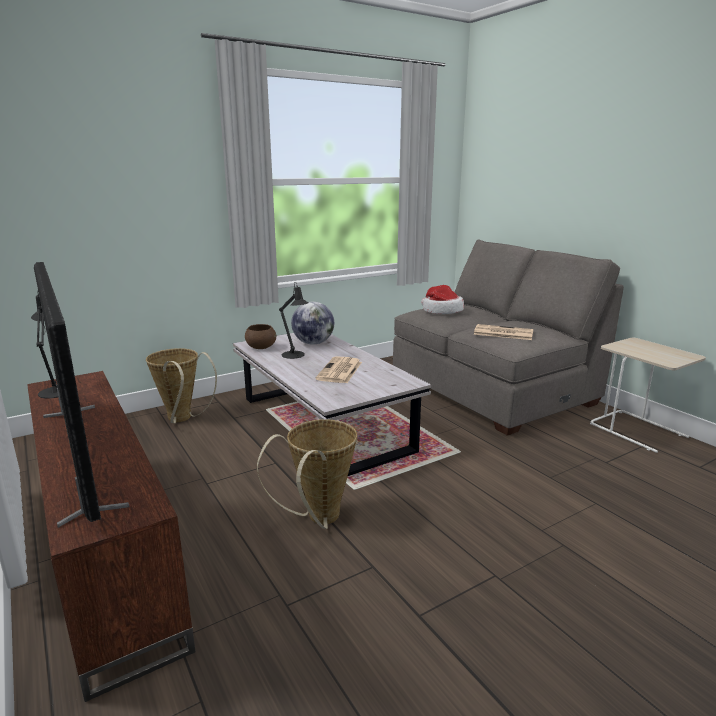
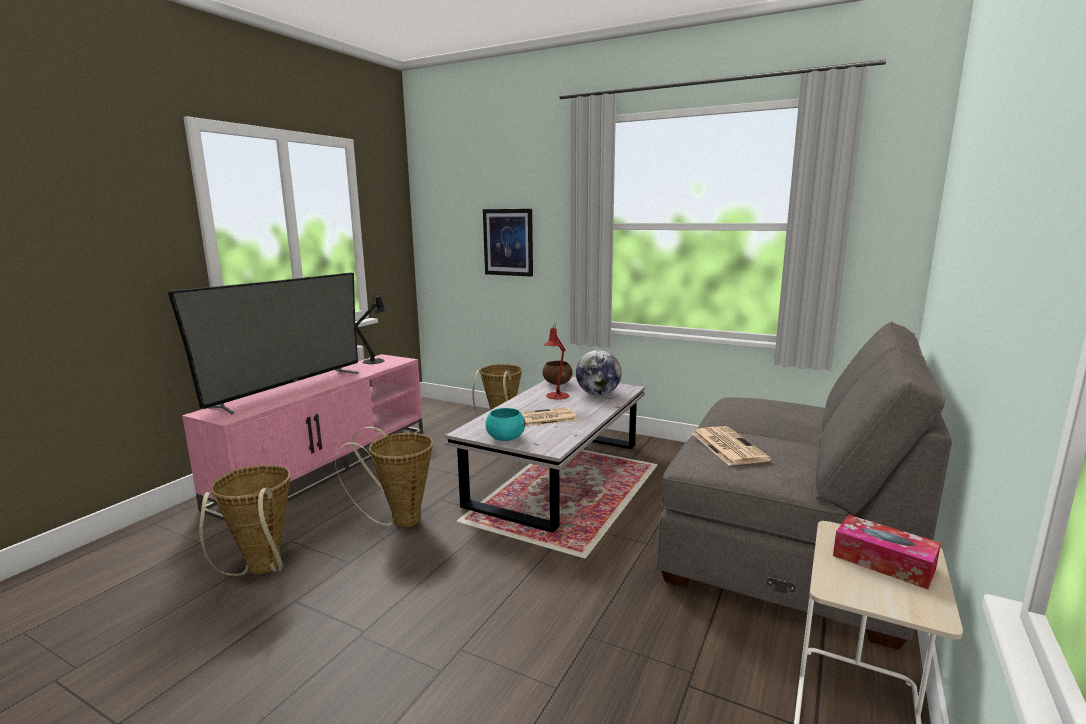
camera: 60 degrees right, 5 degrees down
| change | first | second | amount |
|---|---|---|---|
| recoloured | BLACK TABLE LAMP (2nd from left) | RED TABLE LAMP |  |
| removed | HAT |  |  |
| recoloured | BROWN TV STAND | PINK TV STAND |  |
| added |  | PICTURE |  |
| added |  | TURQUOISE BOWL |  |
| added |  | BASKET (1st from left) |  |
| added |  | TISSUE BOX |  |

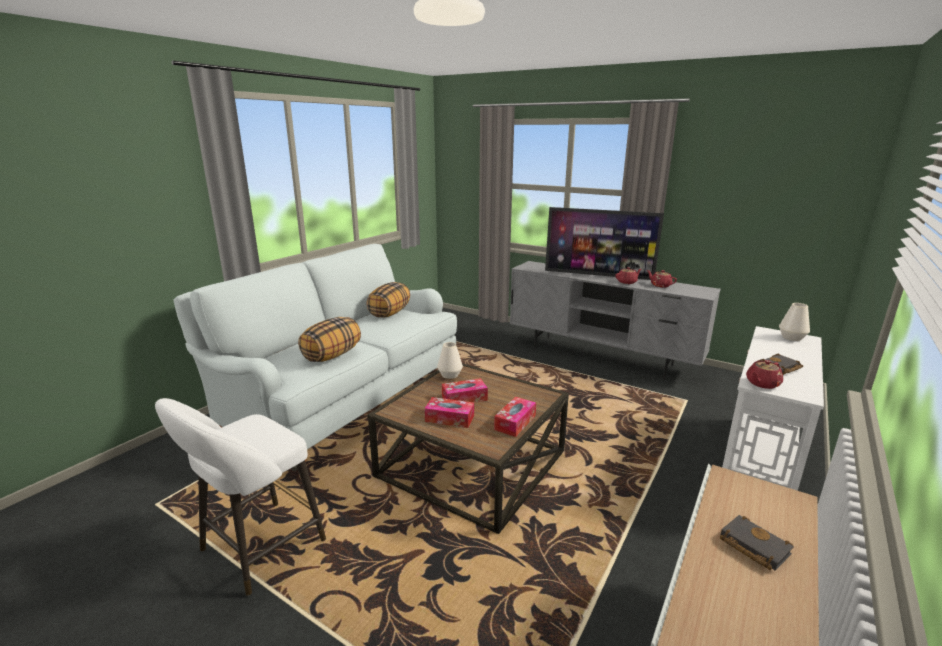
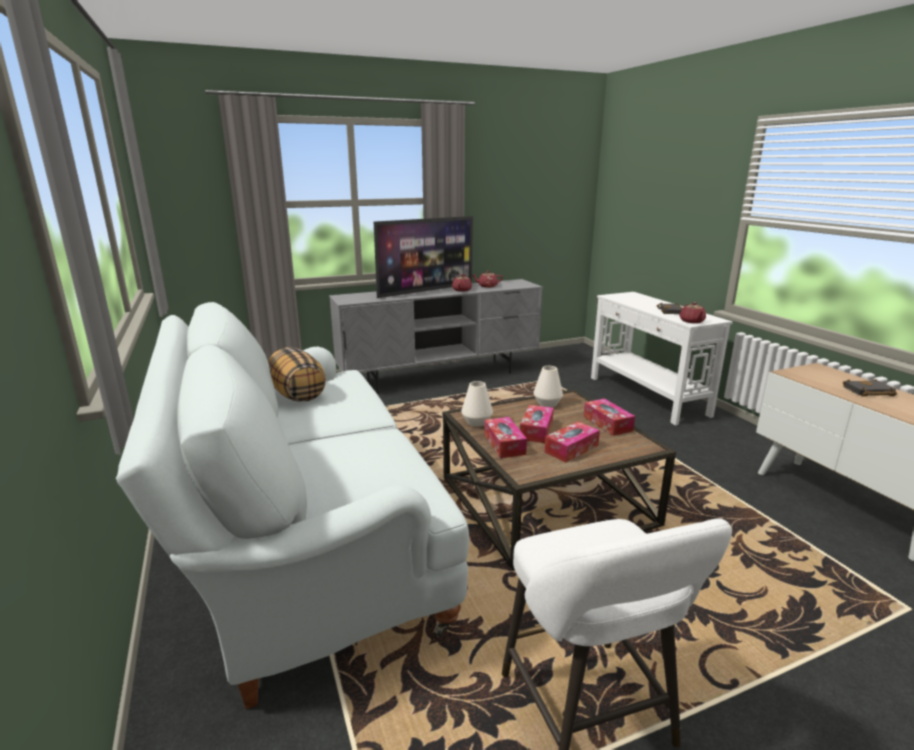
camera: 55 degrees left, 0 degrees up
| change | first | second | amount |
|---|---|---|---|
| moved | WHITE VASE (2nd from left) |  |  |
| removed | PILLOW (1st from left) |  |  |
| added |  | TISSUE BOX (1st from left) |  |

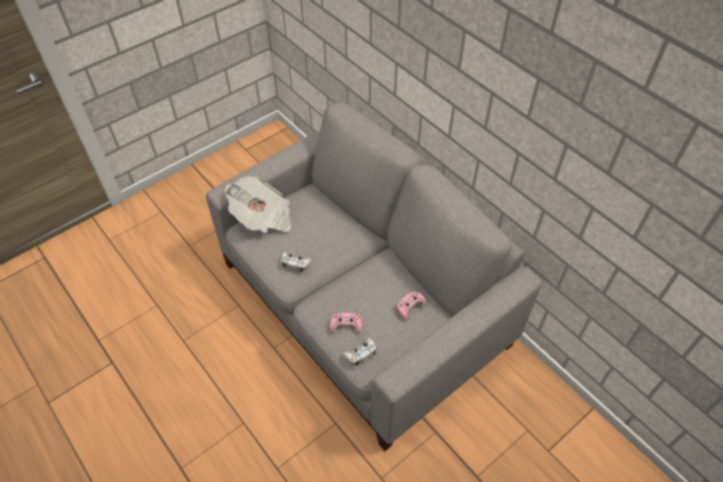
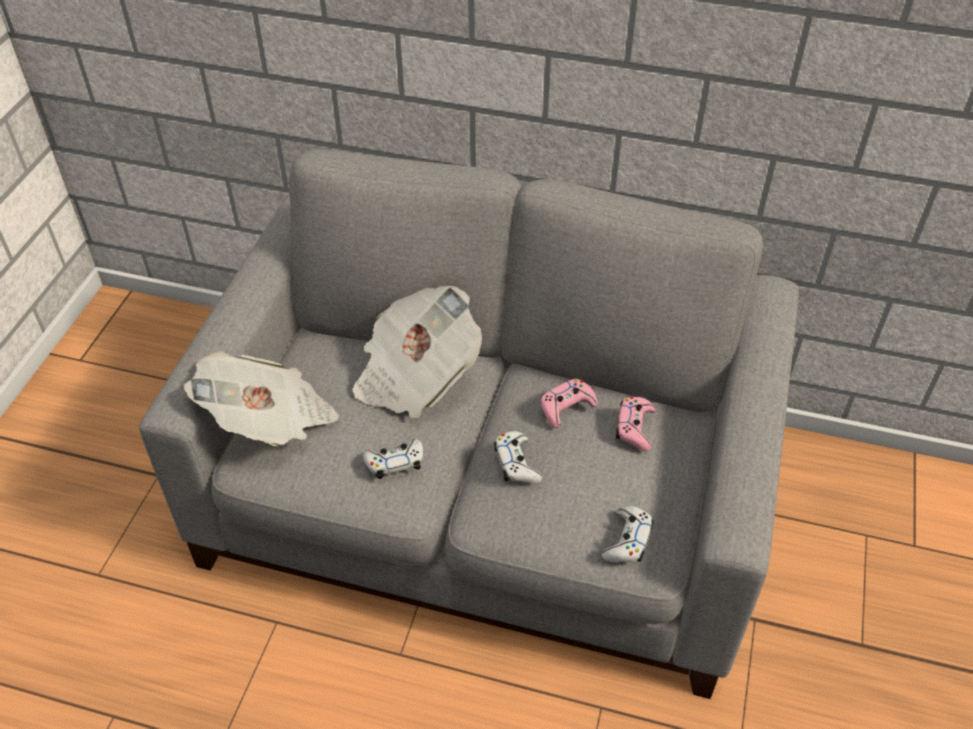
camera: 35 degrees left, 5 degrees down
| change | first | second | amount |
|---|---|---|---|
| moved | PINK GAME CONTROLLER (1st from left) |  |  |
| added |  | NEWSPAPER (2nd from left) |  |
| added |  | WHITE GAME CONTROLLER (2nd from left) |  |

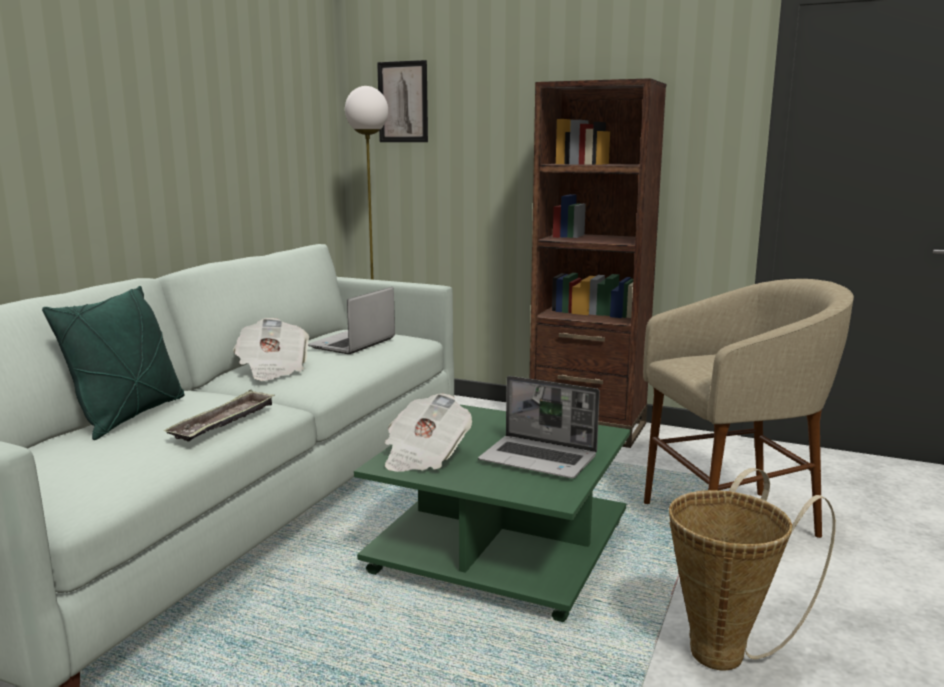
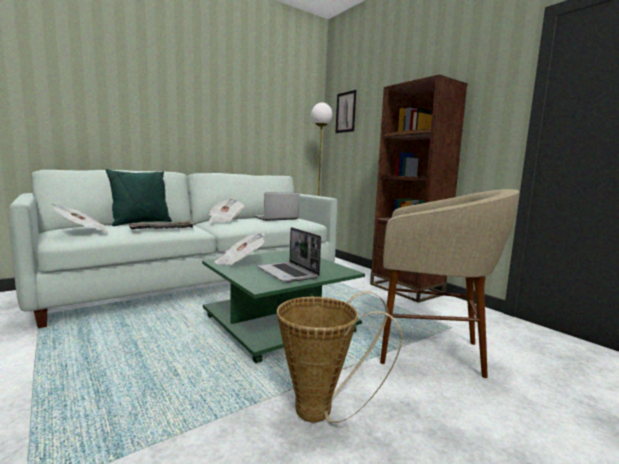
camera: 30 degrees right, 5 degrees down
| change | first | second | amount |
|---|---|---|---|
| added |  | NEWSPAPER (1st from left) |  |

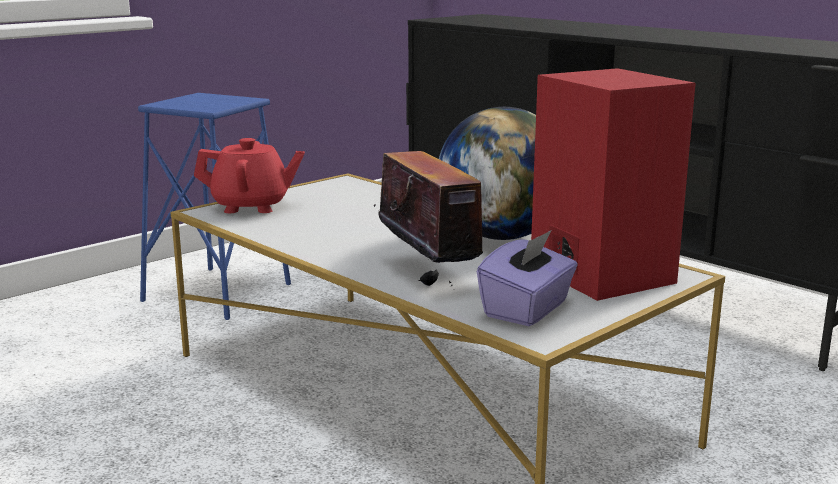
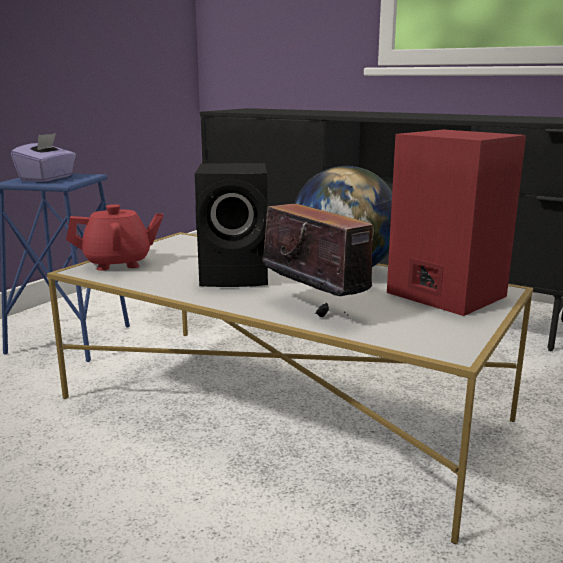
camera: 15 degrees left, 0 degrees up
| change | first | second | amount |
|---|---|---|---|
| moved | PURPLE TISSUE BOX |  |  |
| added |  | BLACK SPEAKER |  |

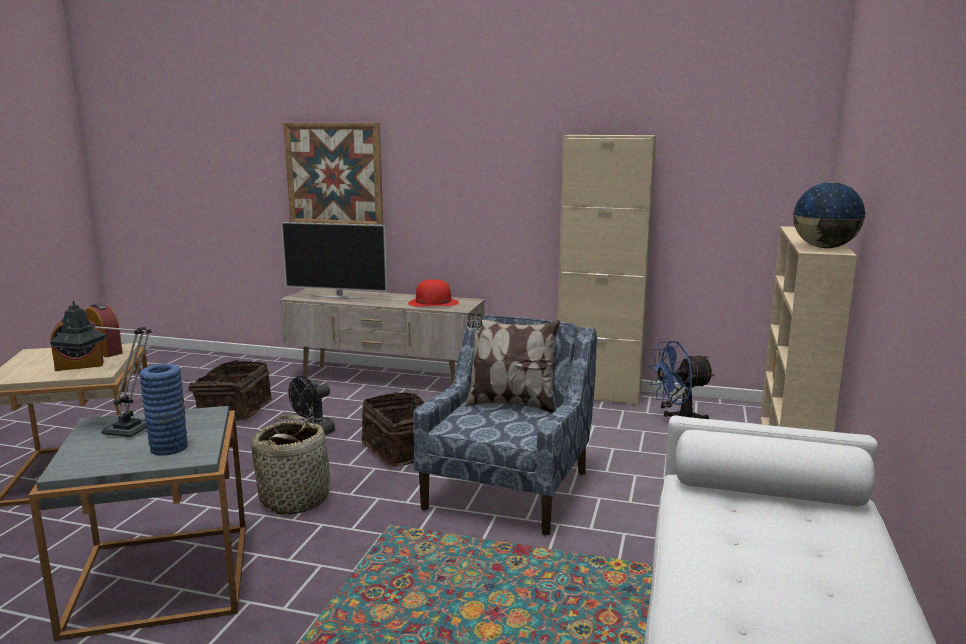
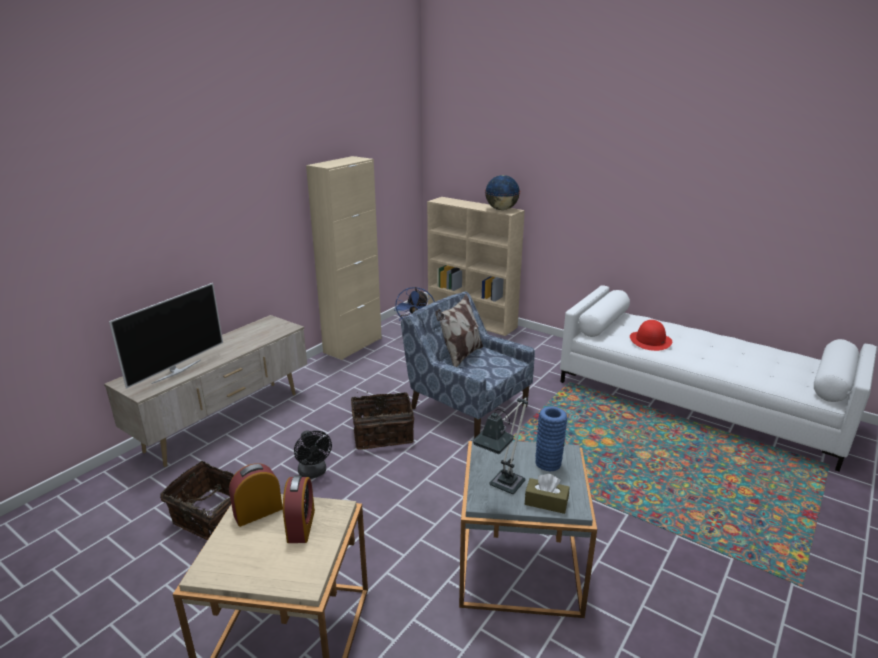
camera: 70 degrees left, 10 degrees up
| change | first | second | amount |
|---|---|---|---|
| removed | PICTURE |  |  |
| moved | RED HAT |  |  |
| removed | BASKET (2nd from left) |  |  |
| added |  | BROWN TISSUE BOX |  |

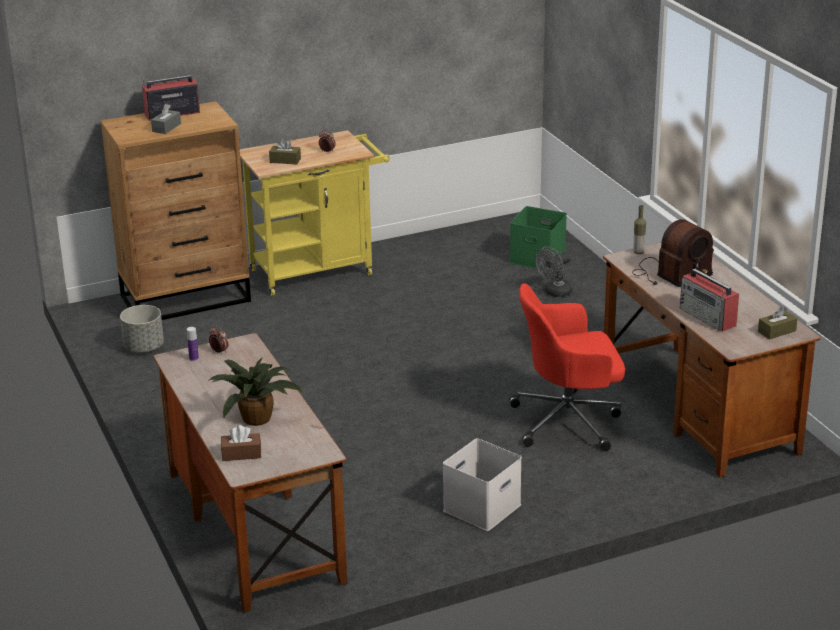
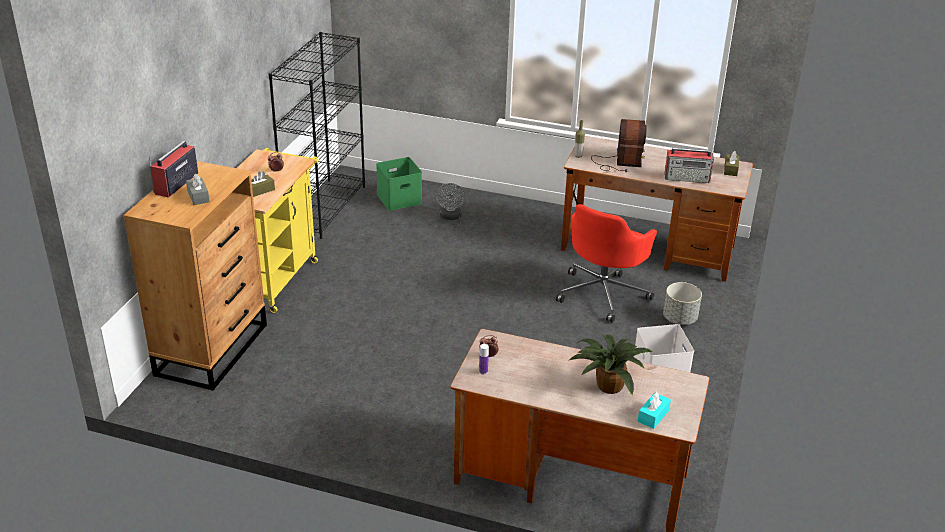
camera: 50 degrees left, 5 degrees up
| change | first | second | amount |
|---|---|---|---|
| moved | GREY PLANTER |  |  |
| recoloured | BROWN TISSUE BOX (1st from left) | TURQUOISE TISSUE BOX |  |
| added |  | BLACK BOOKCASE |  |

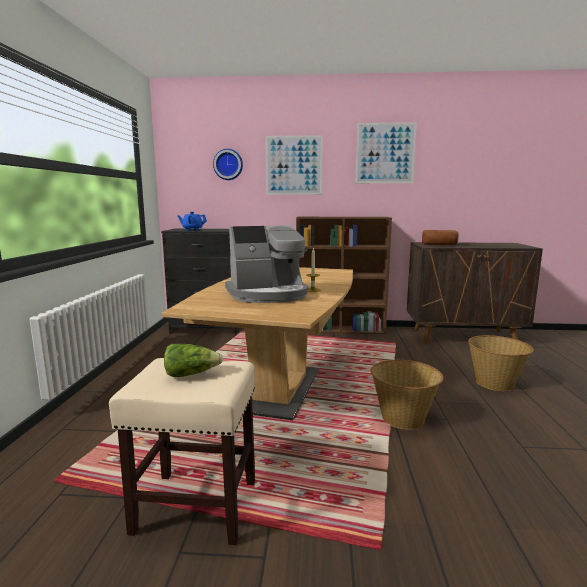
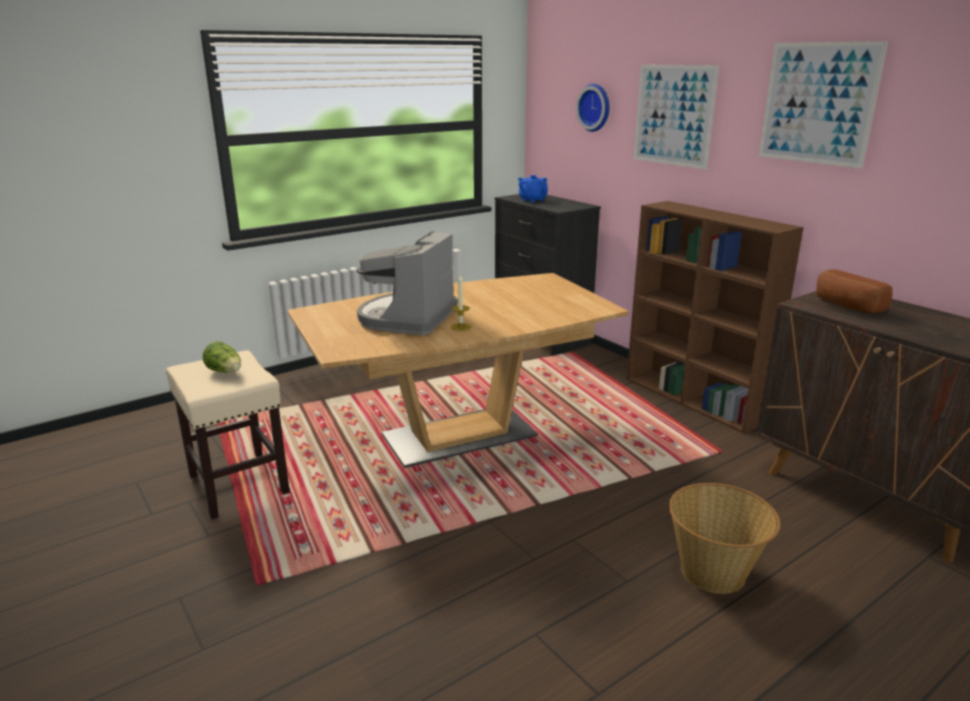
camera: 50 degrees right, 10 degrees up
| change | first | second | amount |
|---|---|---|---|
| turned | COFFEE MACHINE |  | 75 degrees clockwise |
| removed | BASKET (1st from left) |  |  |

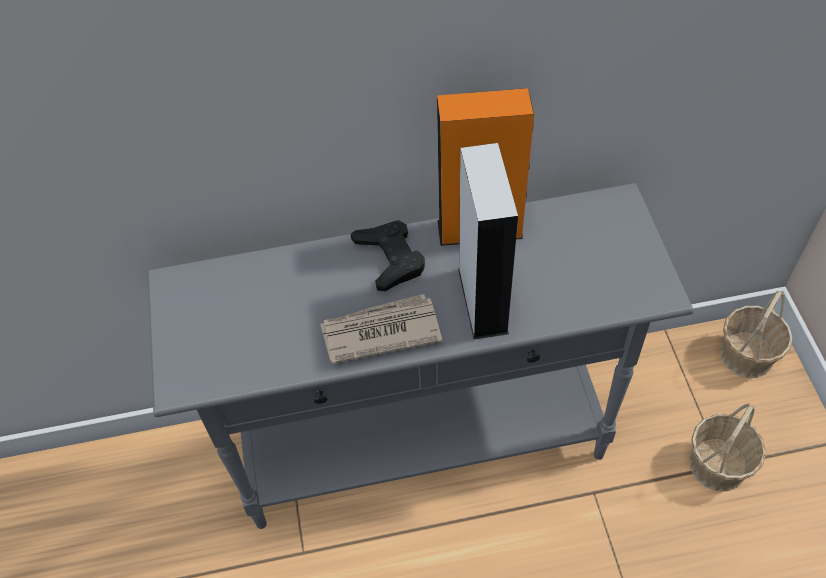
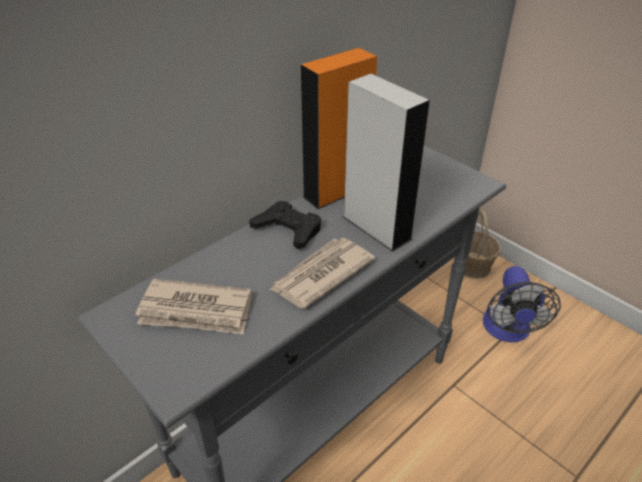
camera: 35 degrees left, 15 degrees down
| change | first | second | amount |
|---|---|---|---|
| replaced | BASKET (1st from left) | FAN |  |
| added |  | NEWSPAPER (1st from left) |  |

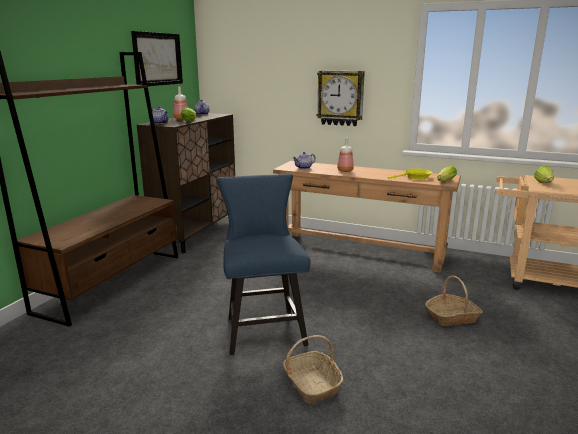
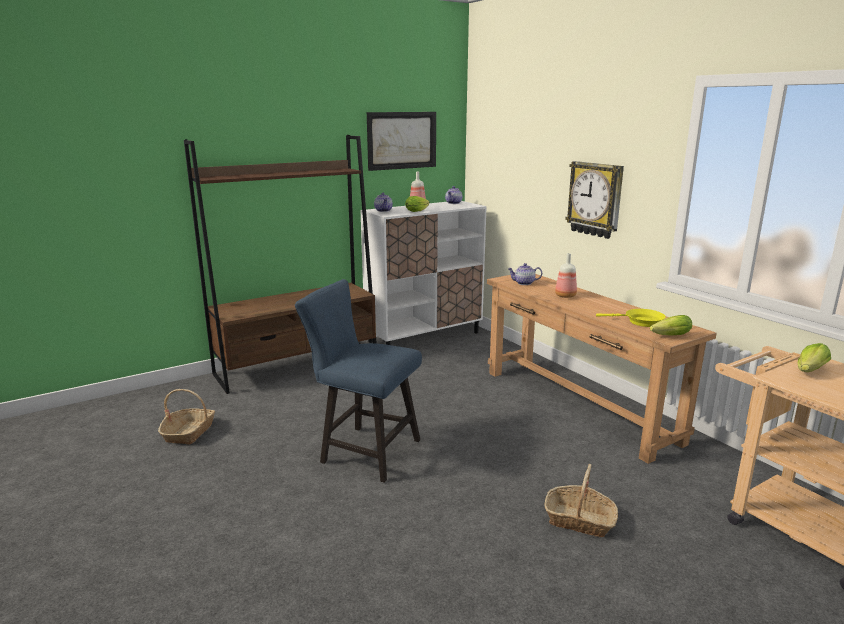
camera: 35 degrees right, 0 degrees up
| change | first | second | amount |
|---|---|---|---|
| recoloured | BROWN CABINET | WHITE CABINET |  |
| turned | BLUE CHAIR |  | 90 degrees counterclockwise |
| moved | BASKET (1st from left) |  |  |

